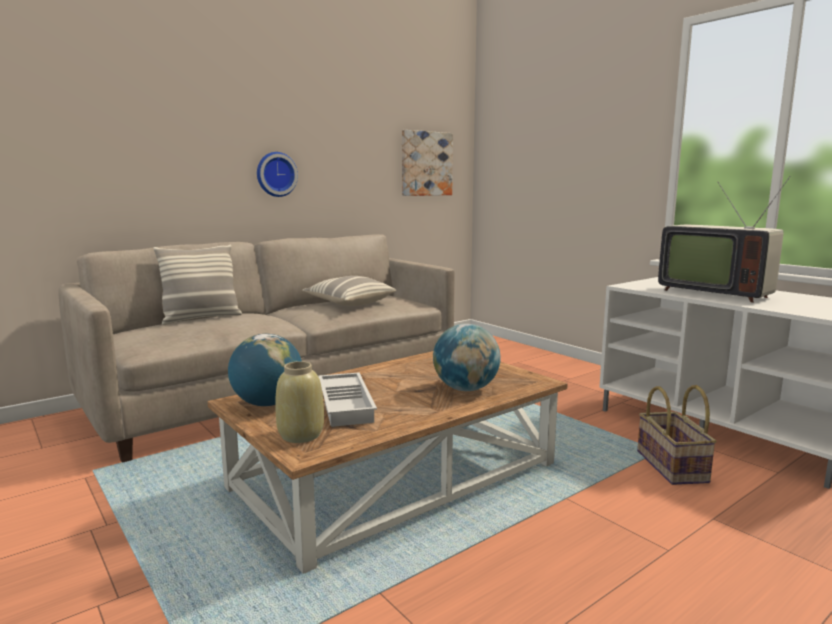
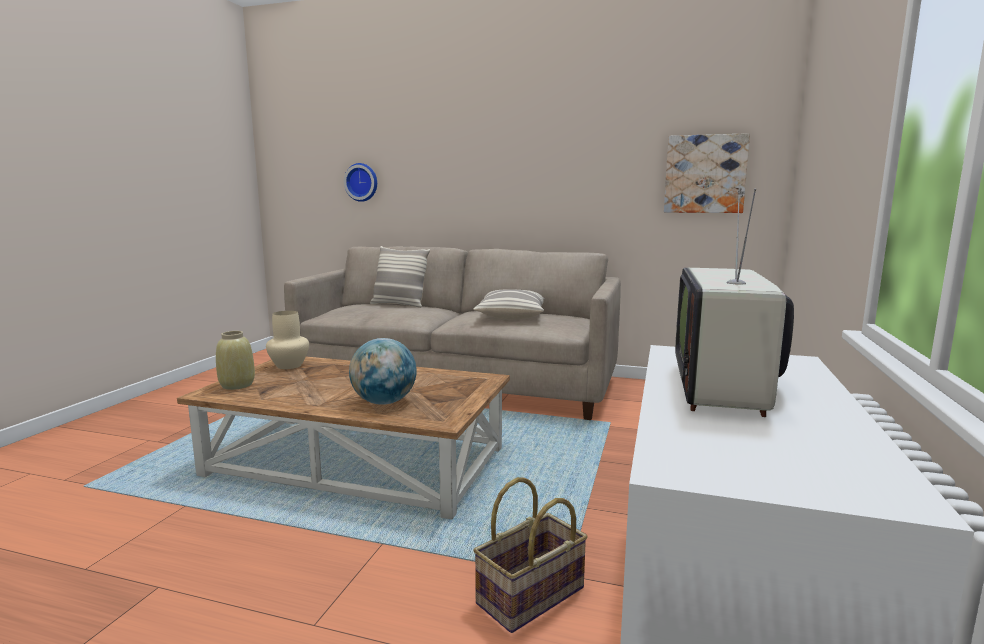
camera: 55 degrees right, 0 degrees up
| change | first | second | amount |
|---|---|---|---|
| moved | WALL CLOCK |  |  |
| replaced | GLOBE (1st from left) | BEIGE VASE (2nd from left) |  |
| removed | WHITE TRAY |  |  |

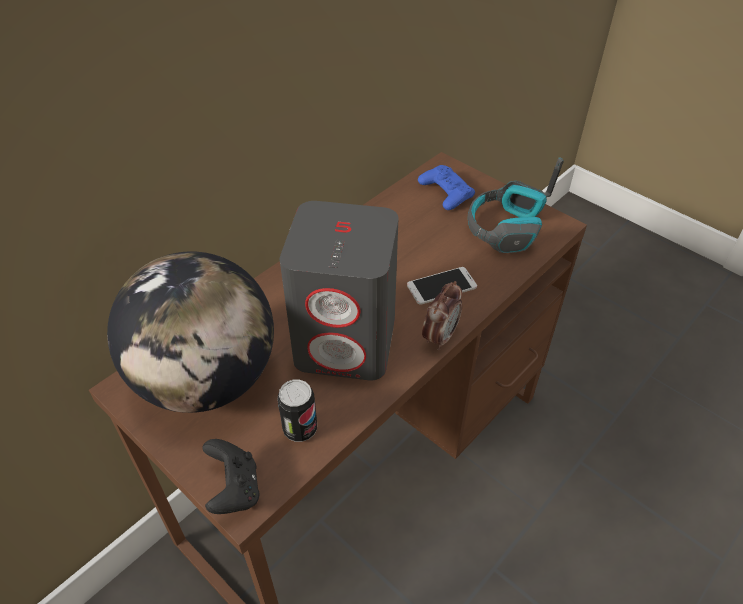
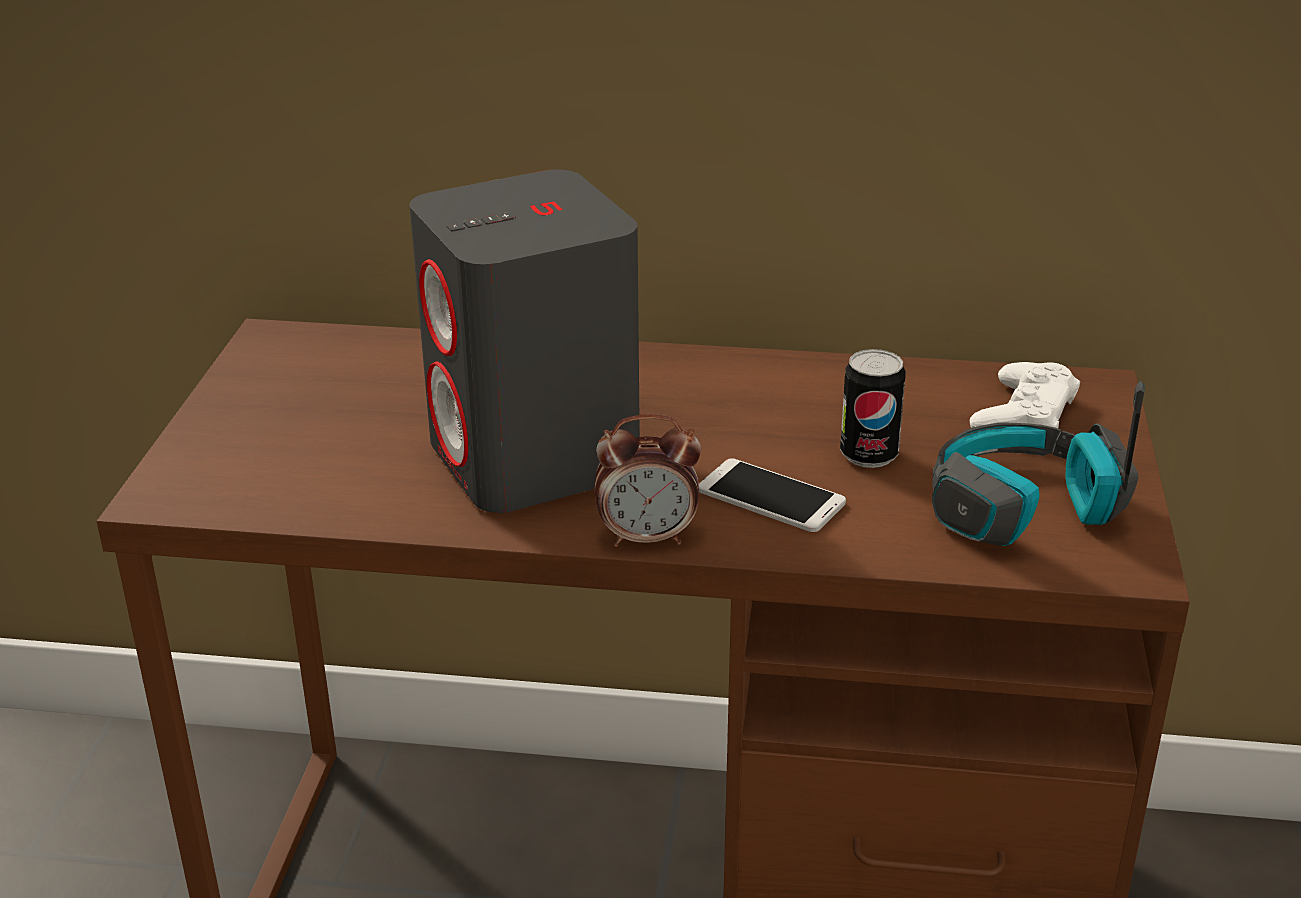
camera: 55 degrees right, 15 degrees down
| change | first | second | amount |
|---|---|---|---|
| recoloured | BLUE GAME CONTROLLER | WHITE GAME CONTROLLER |  |
| removed | GLOBE |  |  |
| moved | CAN |  |  |
| removed | BLACK GAME CONTROLLER |  |  |

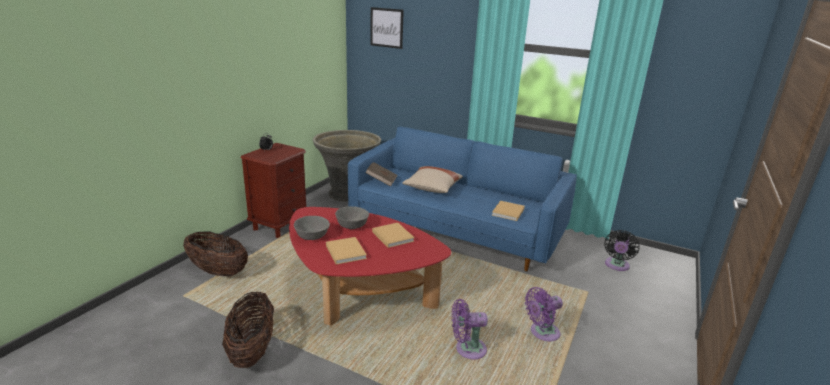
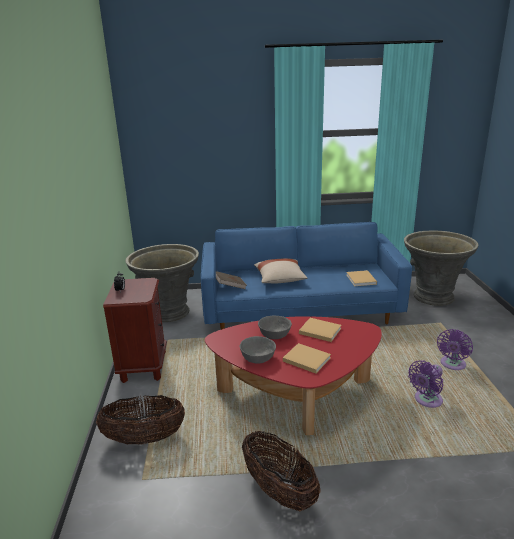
camera: 30 degrees left, 0 degrees up
| change | first | second | amount |
|---|---|---|---|
| removed | PICTURE |  |  |
| replaced | BLACK FAN | GREY PLANTER (2nd from left) |  |

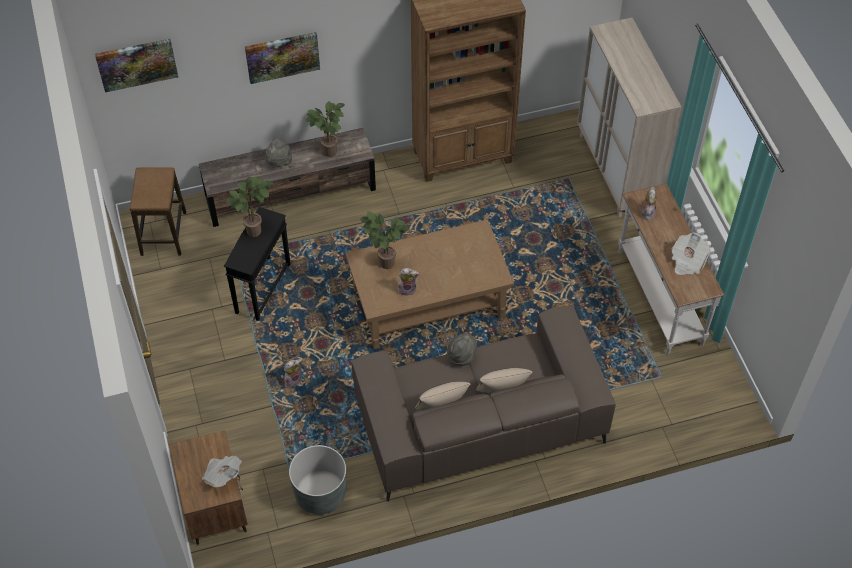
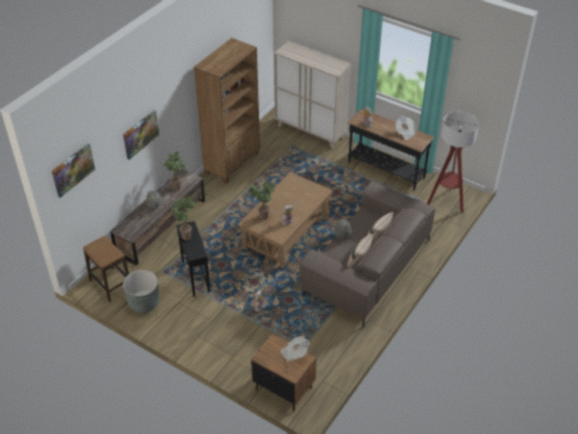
camera: 40 degrees left, 10 degrees down
| change | first | second | amount |
|---|---|---|---|
| recoloured | WHITE CONSOLE TABLE | BLACK CONSOLE TABLE |  |
| moved | GREY PLANTER |  |  |
| added |  | FLOOR LAMP |  |

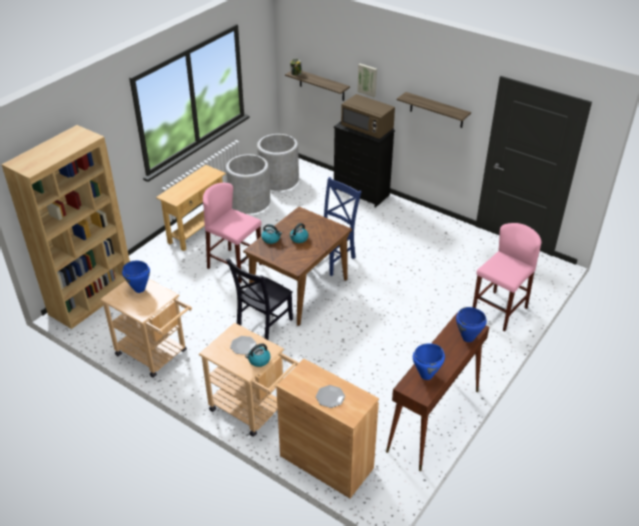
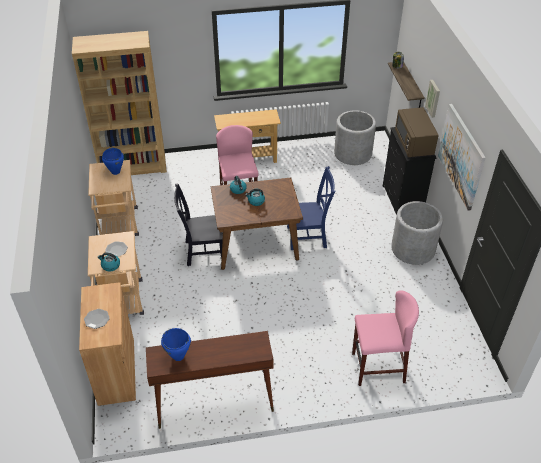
camera: 45 degrees right, 5 degrees up
| change | first | second | amount |
|---|---|---|---|
| replaced | SHELF (2nd from left) | PICTURE (2nd from left) |  |
| moved | GREY PLANTER (1st from left in the first image) | GREY PLANTER (2nd from left) |  |
| removed | BLUE COOKING POT (3rd from left) |  |  |

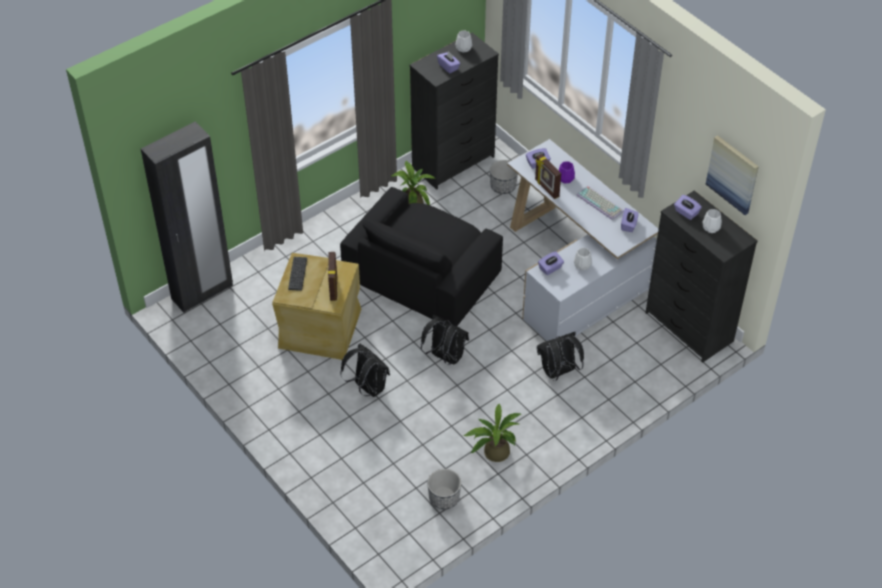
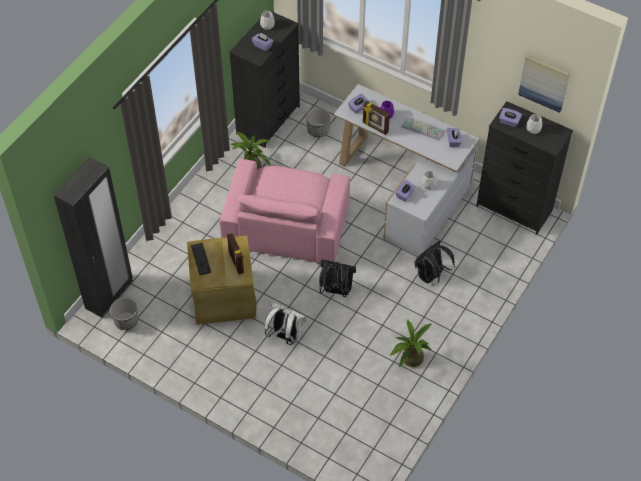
camera: 20 degrees left, 5 degrees up
| change | first | second | amount |
|---|---|---|---|
| recoloured | BLACK ARMCHAIR | PINK ARMCHAIR |  |
| recoloured | BLACK BACKPACK (1st from left) | WHITE BACKPACK |  |
| moved | PLANTER (1st from left) |  |  |

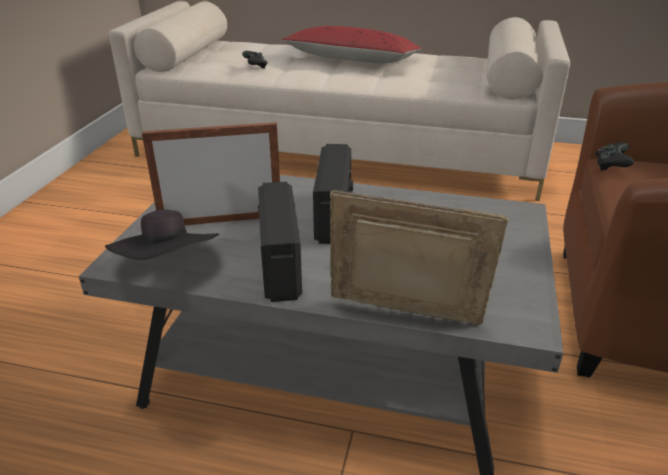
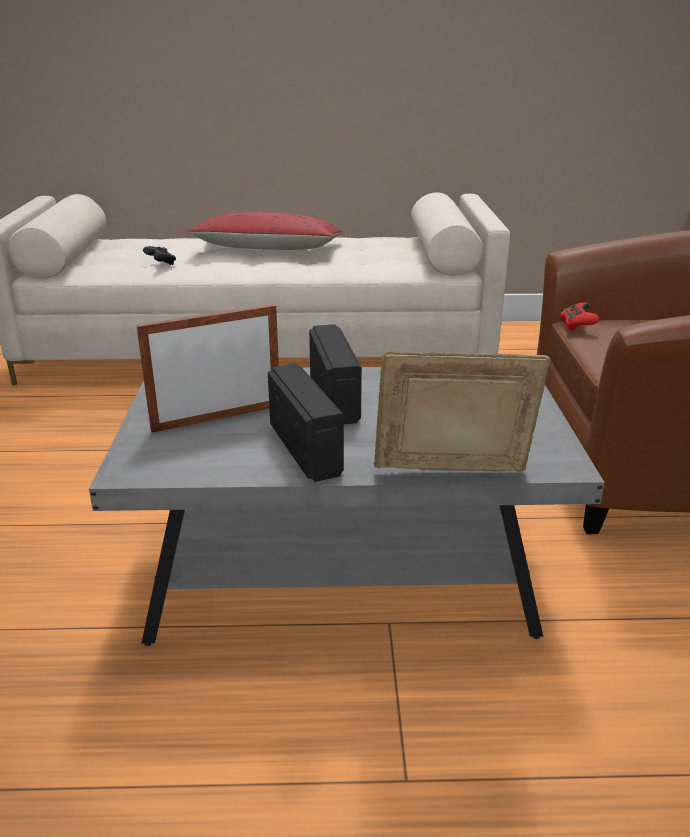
camera: 15 degrees left, 5 degrees down
| change | first | second | amount |
|---|---|---|---|
| recoloured | BLACK GAME CONTROLLER (2nd from left) | RED GAME CONTROLLER |  |
| removed | BLACK HAT |  |  |

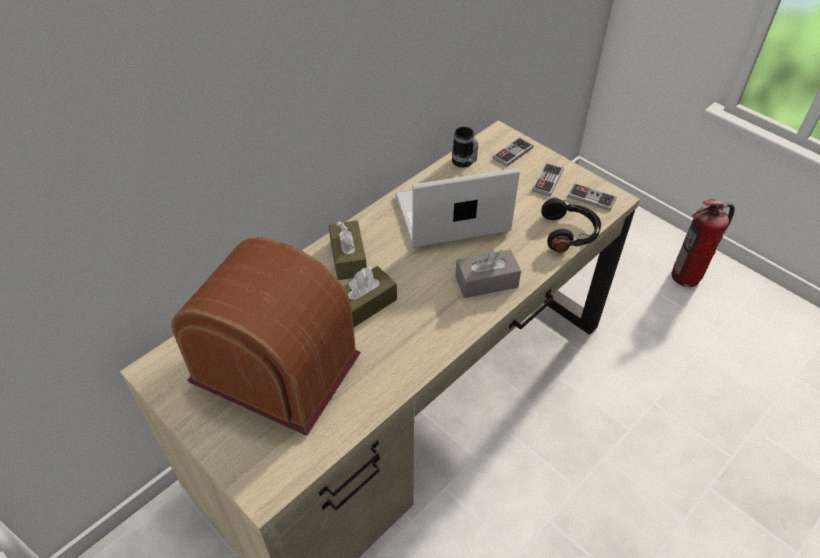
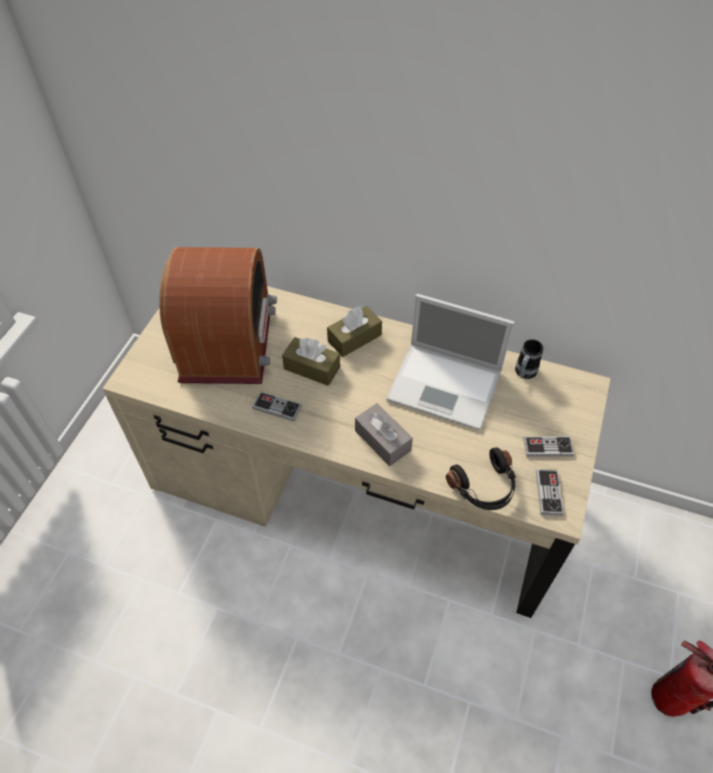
camera: 65 degrees right, 5 degrees up
| change | first | second | amount |
|---|---|---|---|
| moved | GAME CONTROLLER (1st from left) |  |  |
| turned | LAPTOP |  | 150 degrees clockwise |

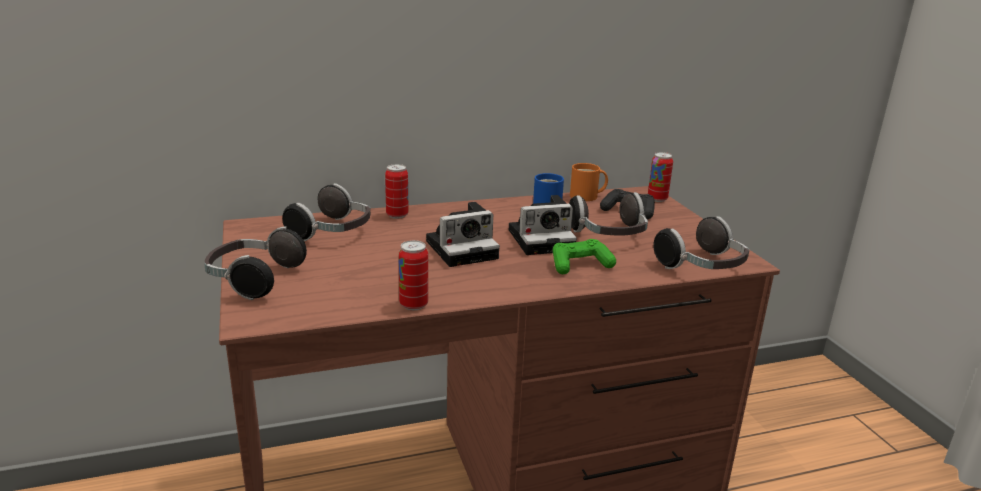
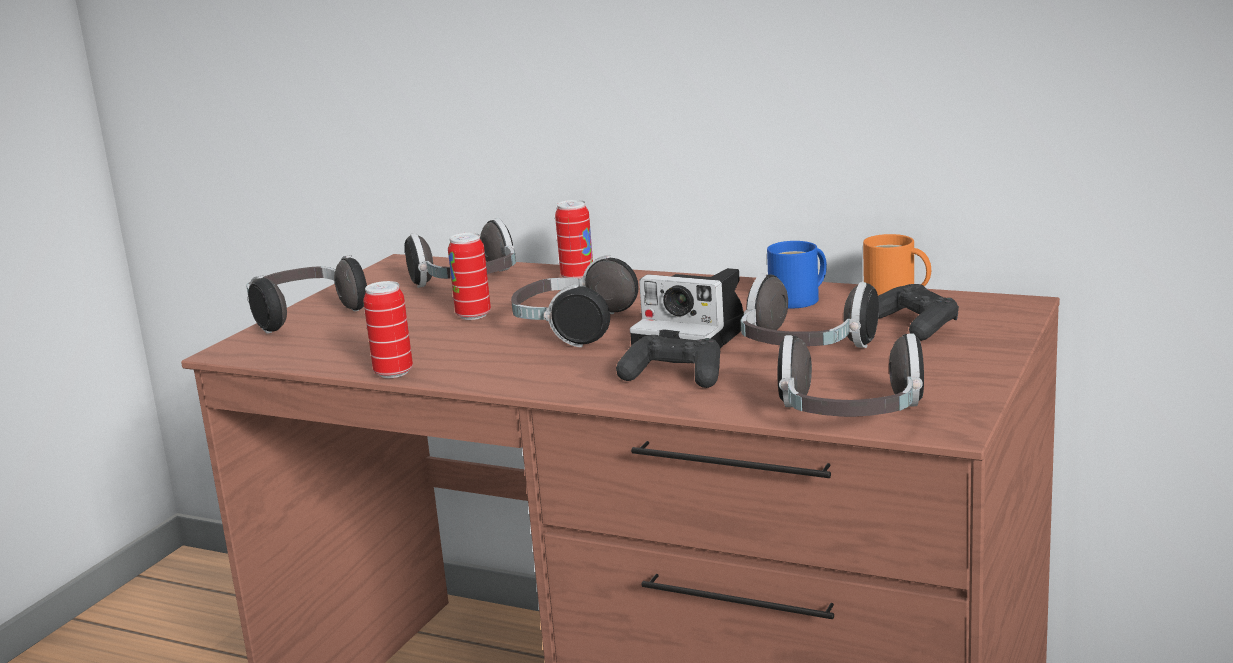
camera: 45 degrees right, 5 degrees down
| change | first | second | amount |
|---|---|---|---|
| moved | CAN (3rd from left in the first image) | CAN (2nd from left) |  |
| replaced | PHOTO CAMERA (1st from left) | HEADPHONES (3rd from left) |  |
| recoloured | GREEN GAME CONTROLLER | BLACK GAME CONTROLLER (1st from left) |  |

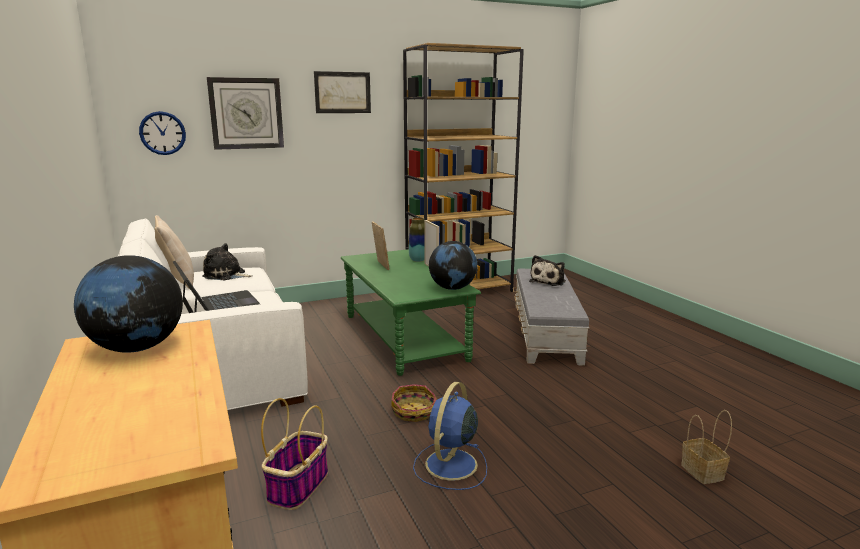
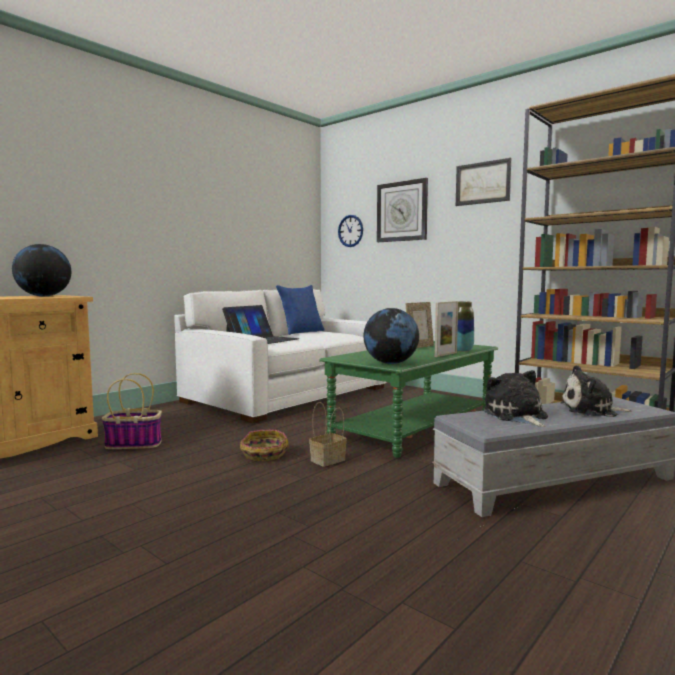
camera: 65 degrees right, 10 degrees down
| change | first | second | amount |
|---|---|---|---|
| recoloured | BEIGE PILLOW | BLUE PILLOW |  |
| moved | PLUSH TOY (1st from left) |  |  |
| removed | BLUE FAN |  |  |
| moved | BASKET (3rd from left) |  |  |

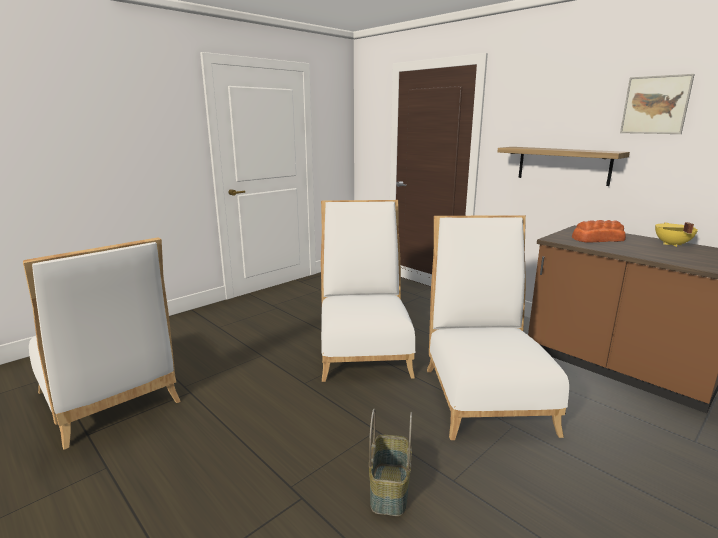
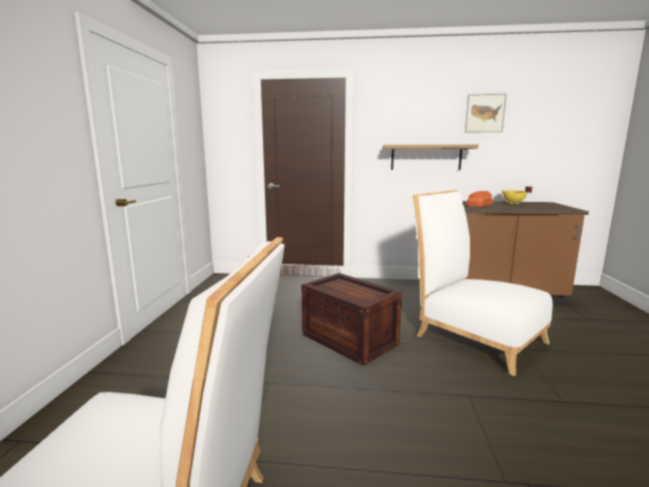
camera: 40 degrees left, 5 degrees down
| change | first | second | amount |
|---|---|---|---|
| replaced | WHITE CHAIR (2nd from left) | CRATE |  |
| removed | BASKET |  |  |

